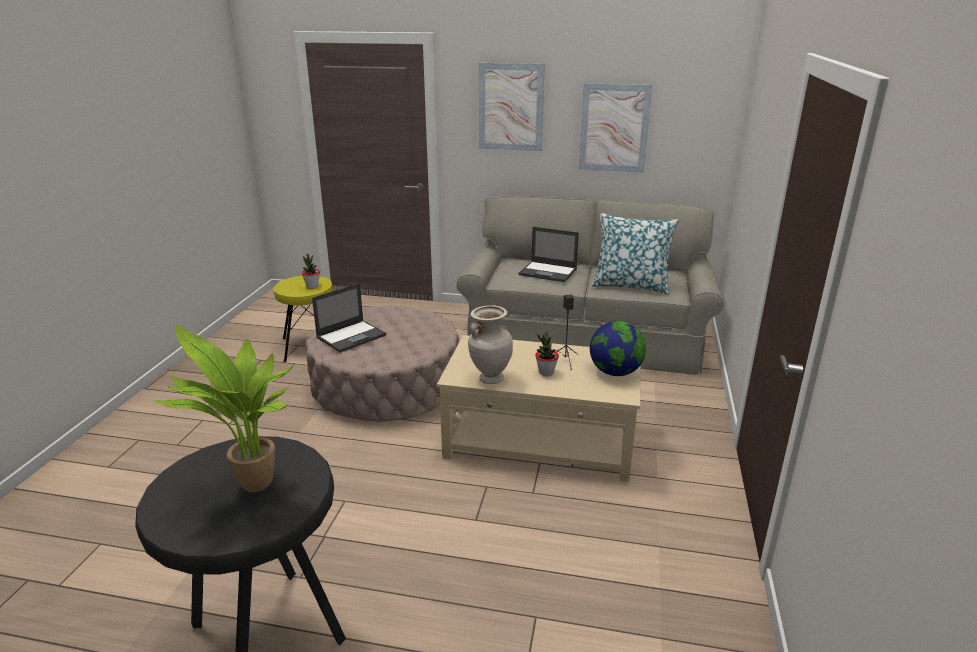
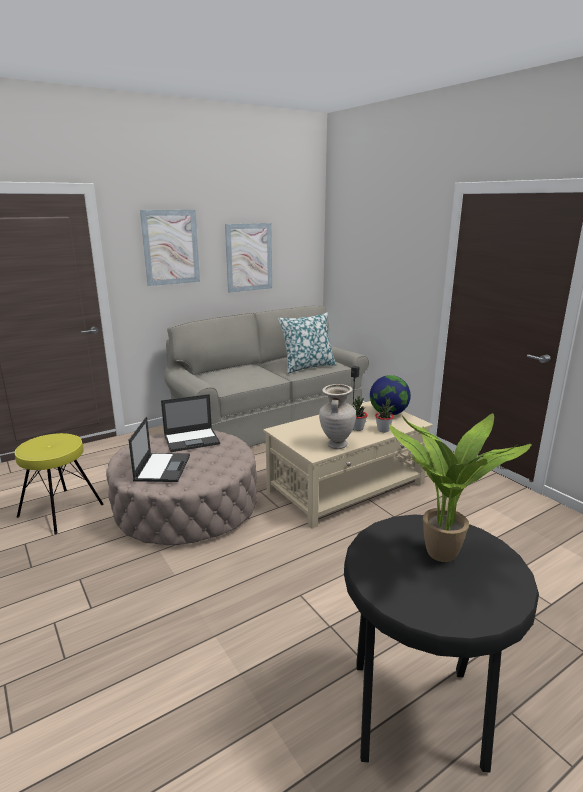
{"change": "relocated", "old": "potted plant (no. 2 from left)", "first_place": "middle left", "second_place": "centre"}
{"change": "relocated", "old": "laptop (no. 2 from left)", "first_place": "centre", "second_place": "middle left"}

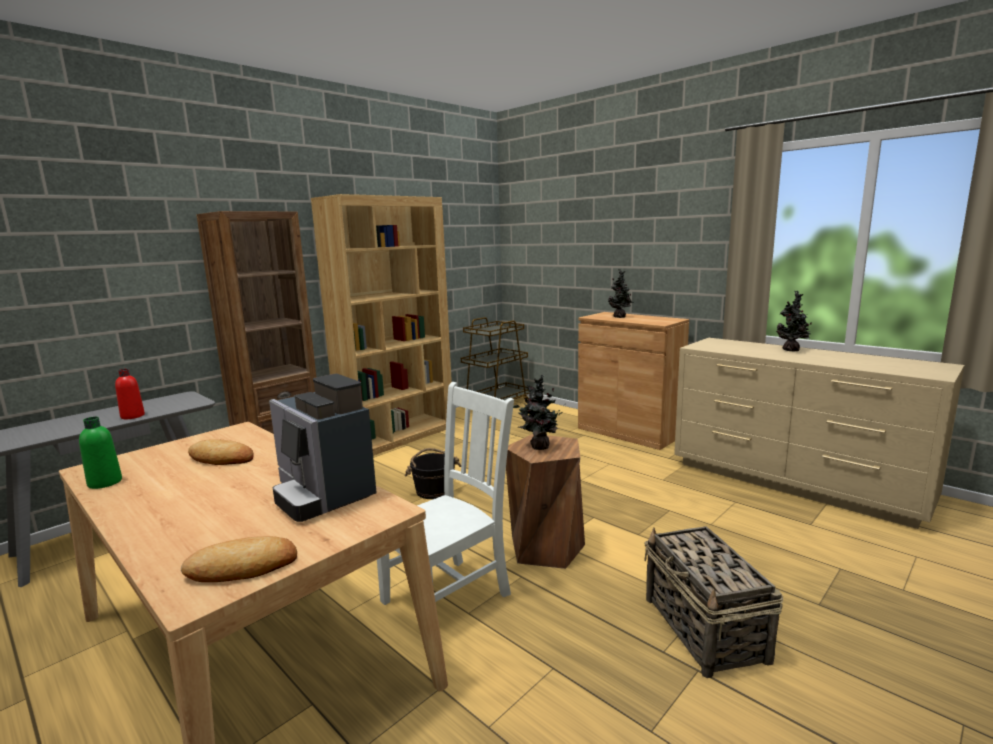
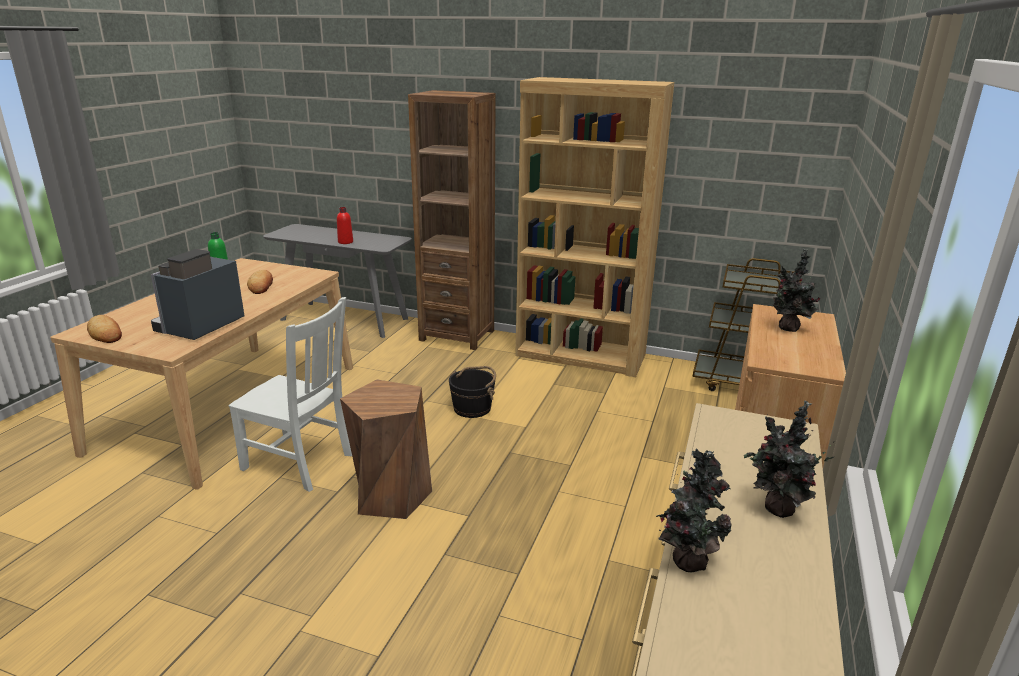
{"change": "missing", "old": "basket", "first_place": "bottom right"}
{"change": "relocated", "old": "potted plant (no. 1 from left)", "first_place": "centre", "second_place": "bottom right"}

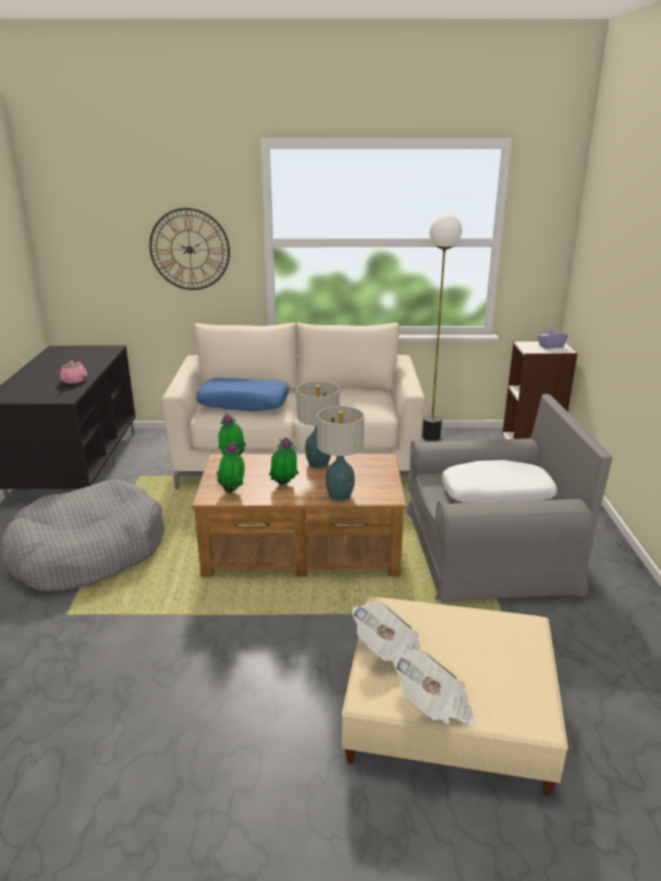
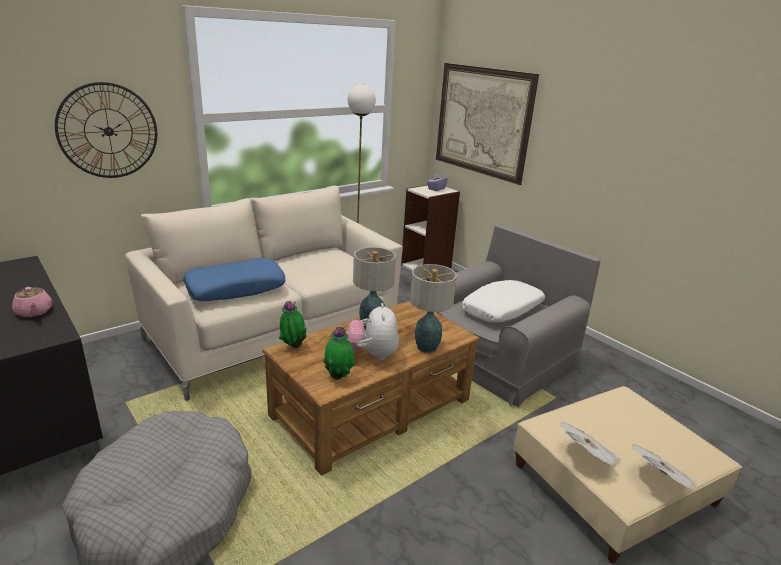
{"change": "appeared", "new": "picture", "second_place": "top centre"}
{"change": "exchanged", "old": "potted plant (no. 3 from left)", "new": "plush toy", "first_place": "centre", "second_place": "centre"}

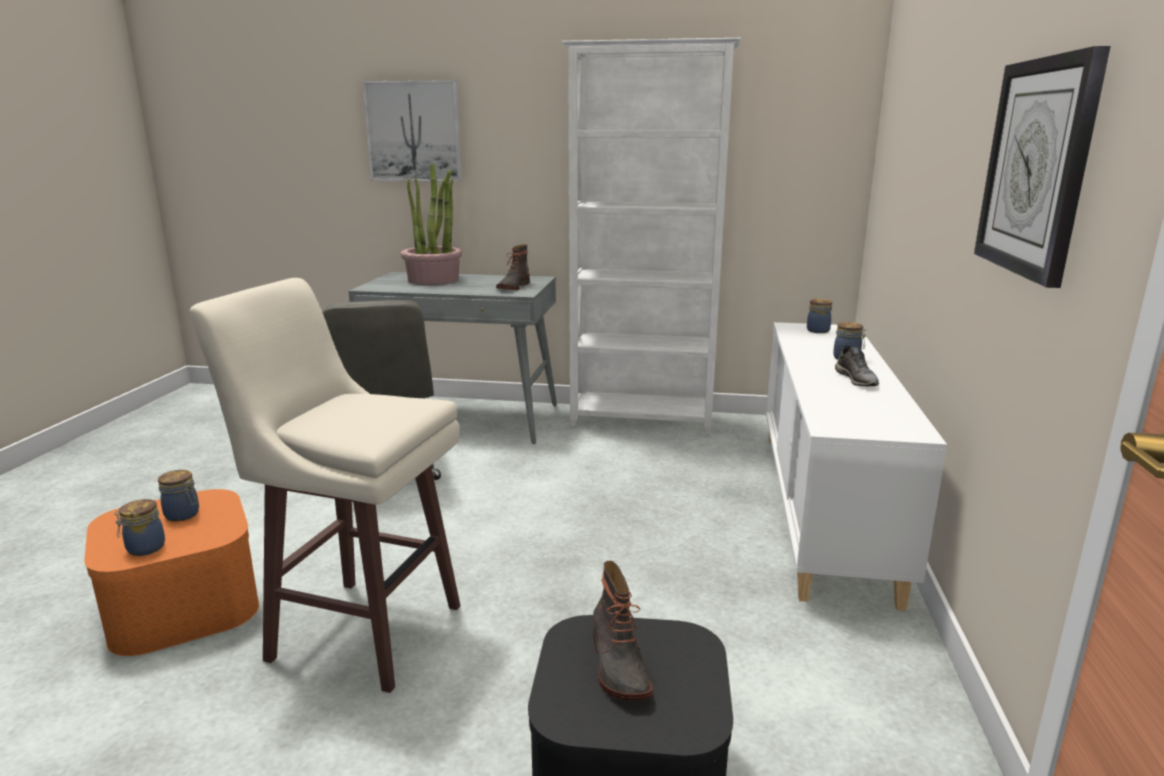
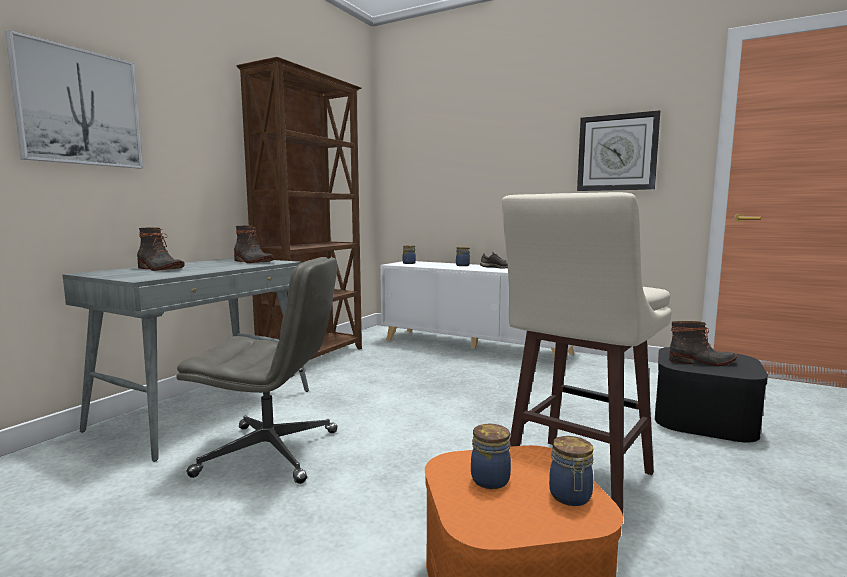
{"change": "exchanged", "old": "potted plant", "new": "boot (no. 1 from left)", "first_place": "top centre", "second_place": "middle left"}
{"change": "colour", "old": "white bookcase", "new": "brown bookcase", "first_place": "top centre", "second_place": "centre"}

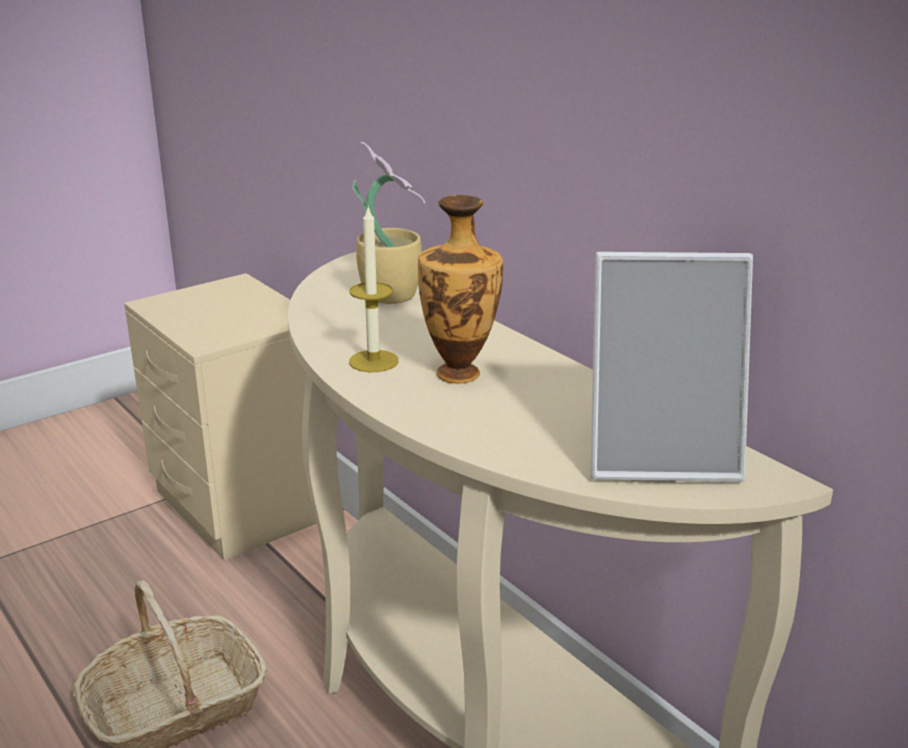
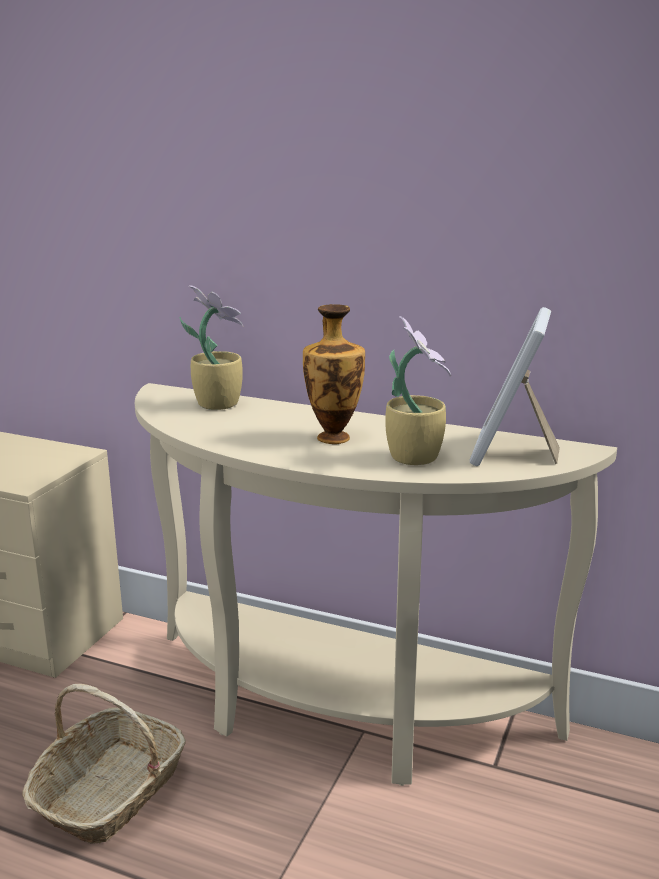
{"change": "missing", "old": "candle", "first_place": "centre"}
{"change": "appeared", "new": "potted plant (no. 2 from left)", "second_place": "centre"}
{"change": "spun", "old": "picture frame", "first_place": "middle right", "second_place": "middle right", "degrees": 135}

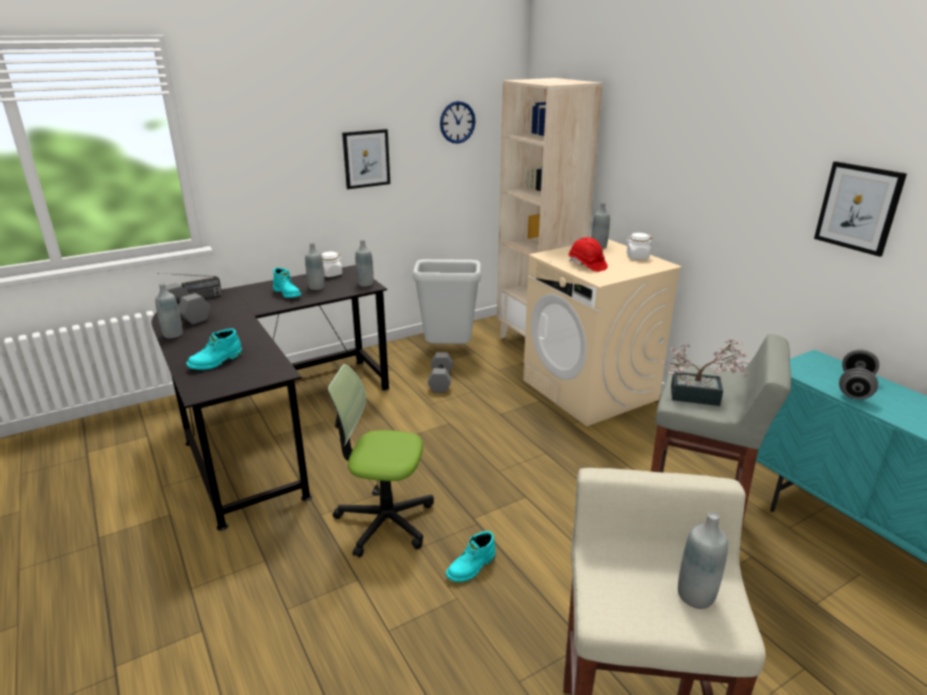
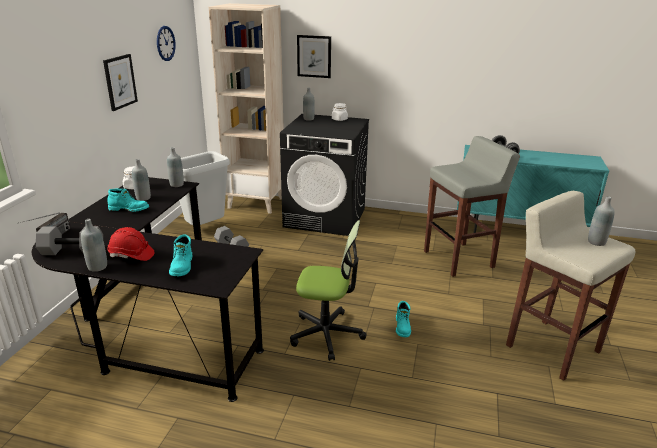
{"change": "missing", "old": "potted plant", "first_place": "middle right"}
{"change": "relocated", "old": "red hard hat", "first_place": "centre", "second_place": "middle left"}
{"change": "relocated", "old": "picture (no. 2 from left)", "first_place": "top right", "second_place": "top centre"}
{"change": "colour", "old": "beige washing machine", "new": "black washing machine", "first_place": "centre", "second_place": "centre"}
{"change": "spun", "old": "office chair", "first_place": "centre", "second_place": "centre", "degrees": -135}

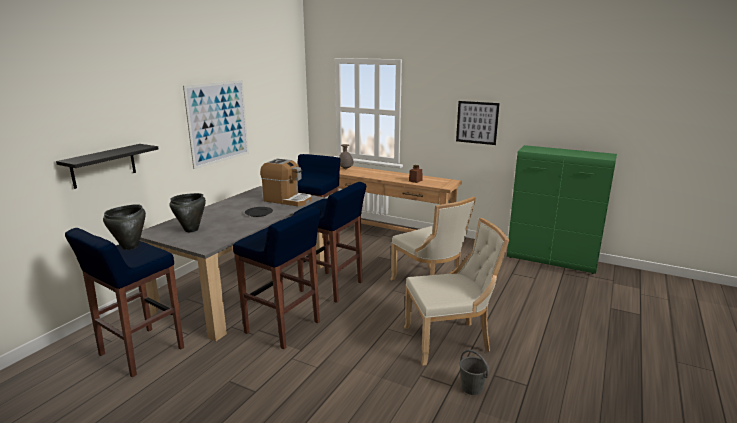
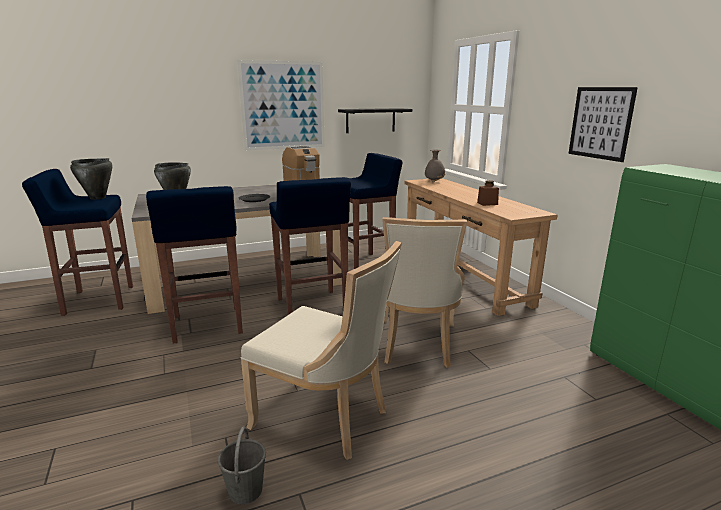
{"change": "relocated", "old": "black shelf", "first_place": "middle left", "second_place": "top centre"}

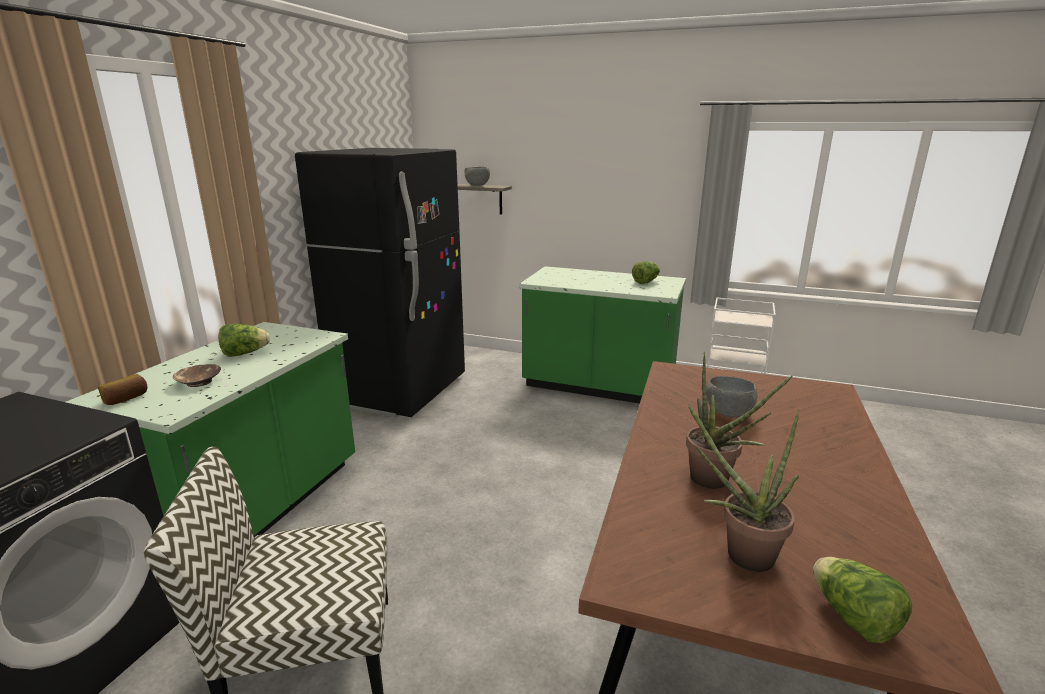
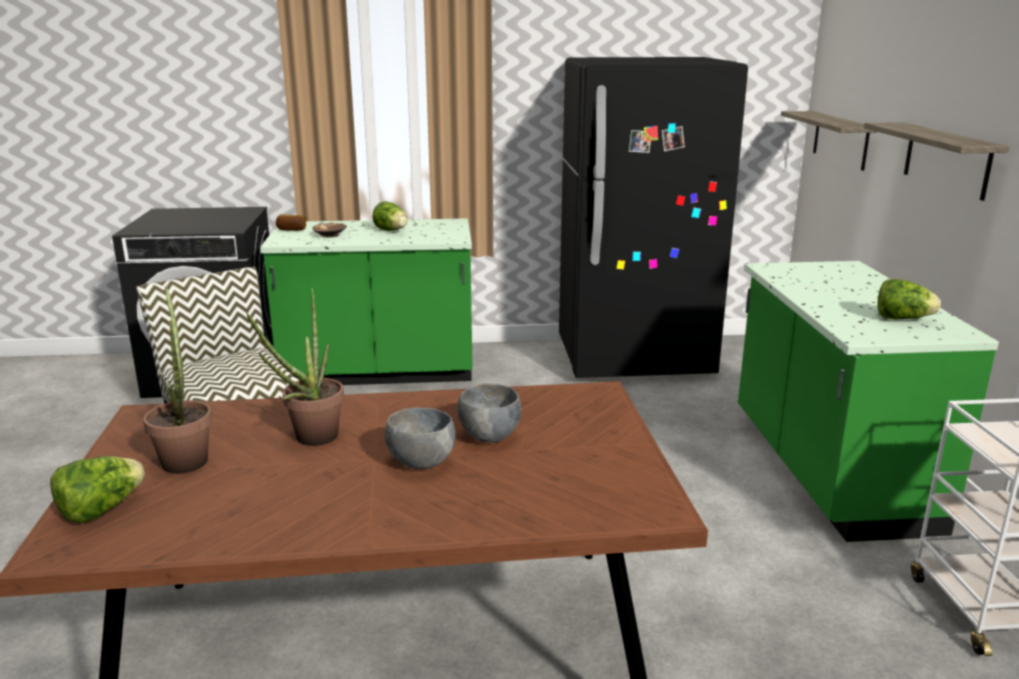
{"change": "appeared", "new": "shelf (no. 2 from left)", "second_place": "top right"}
{"change": "relocated", "old": "grey bowl (no. 1 from left)", "first_place": "top centre", "second_place": "centre"}

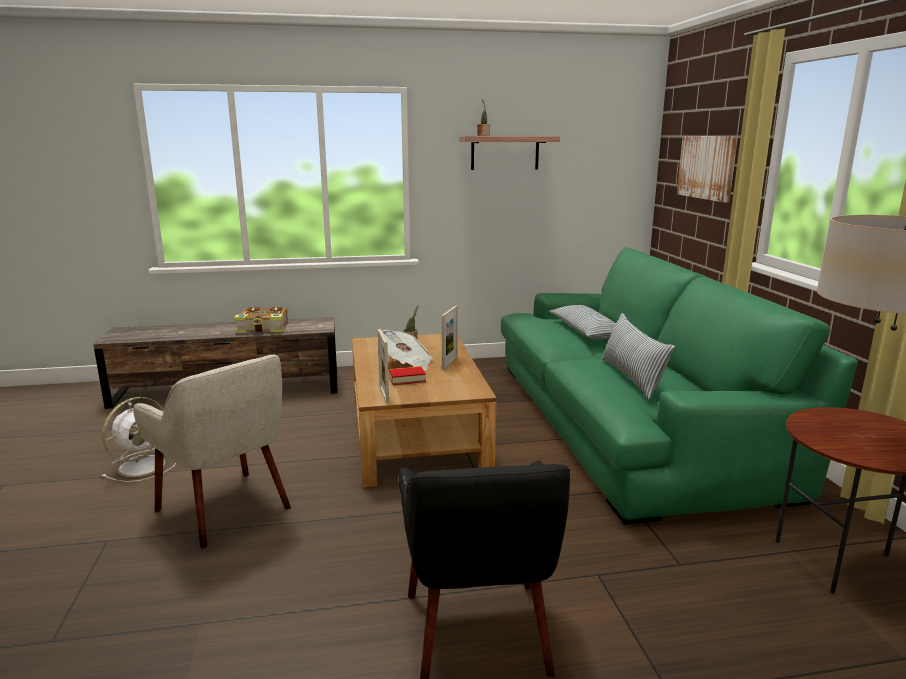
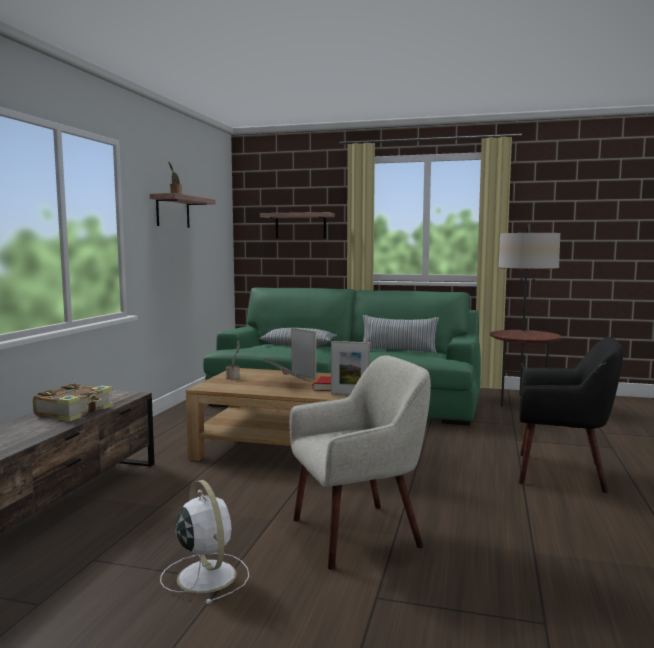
{"change": "exchanged", "old": "picture", "new": "shelf (no. 2 from left)", "first_place": "top right", "second_place": "centre"}

